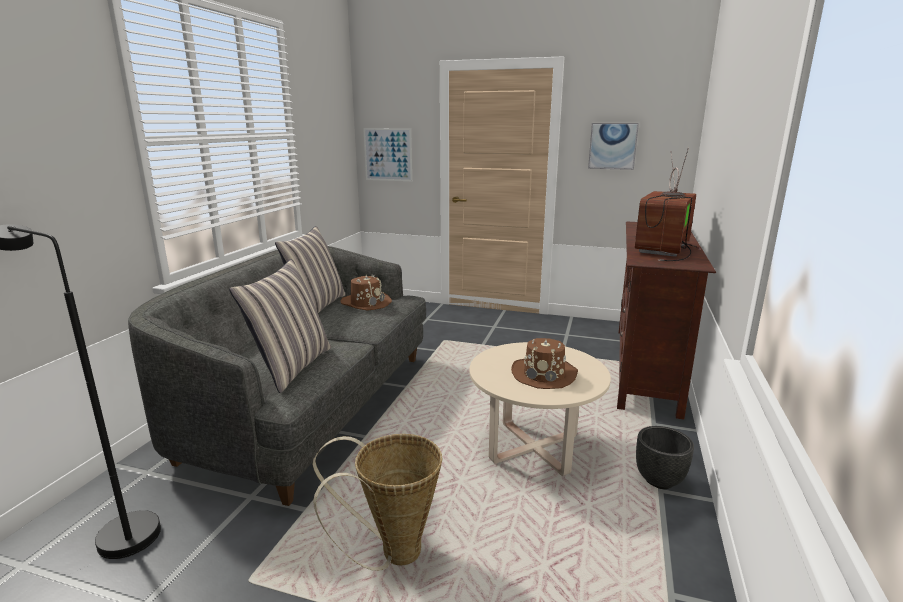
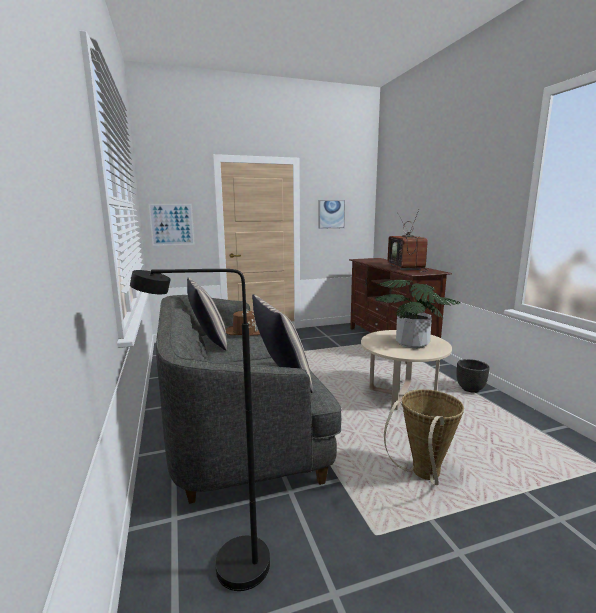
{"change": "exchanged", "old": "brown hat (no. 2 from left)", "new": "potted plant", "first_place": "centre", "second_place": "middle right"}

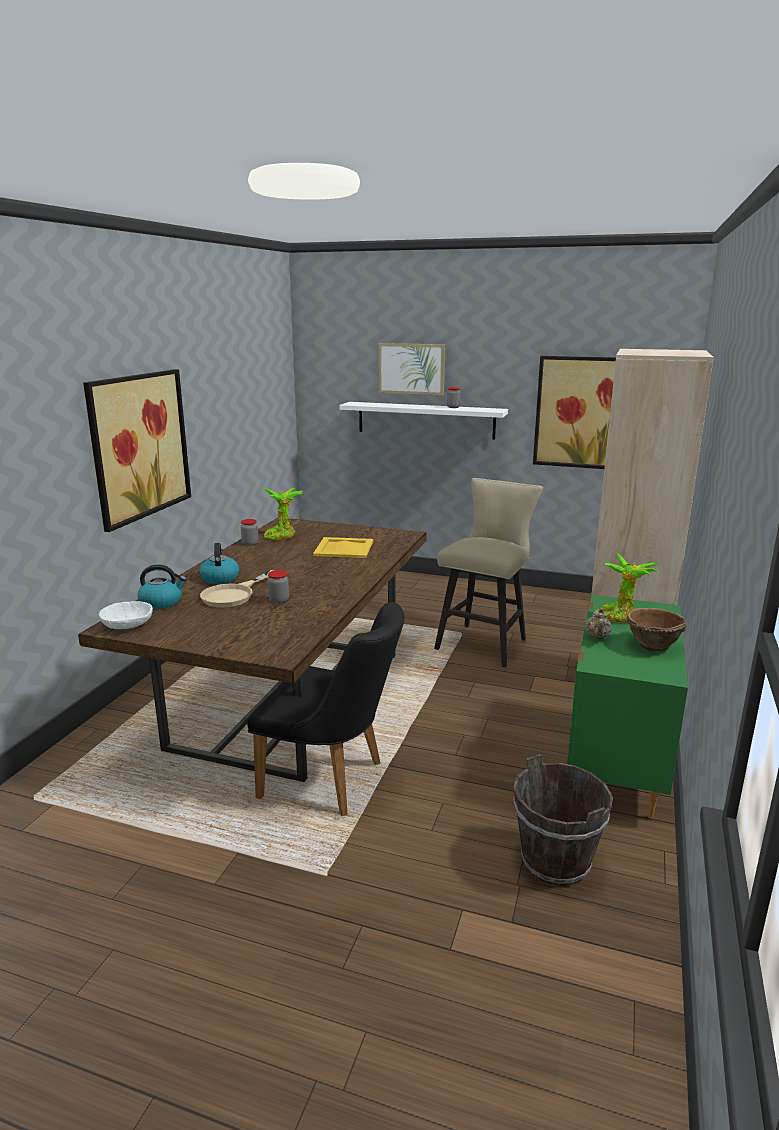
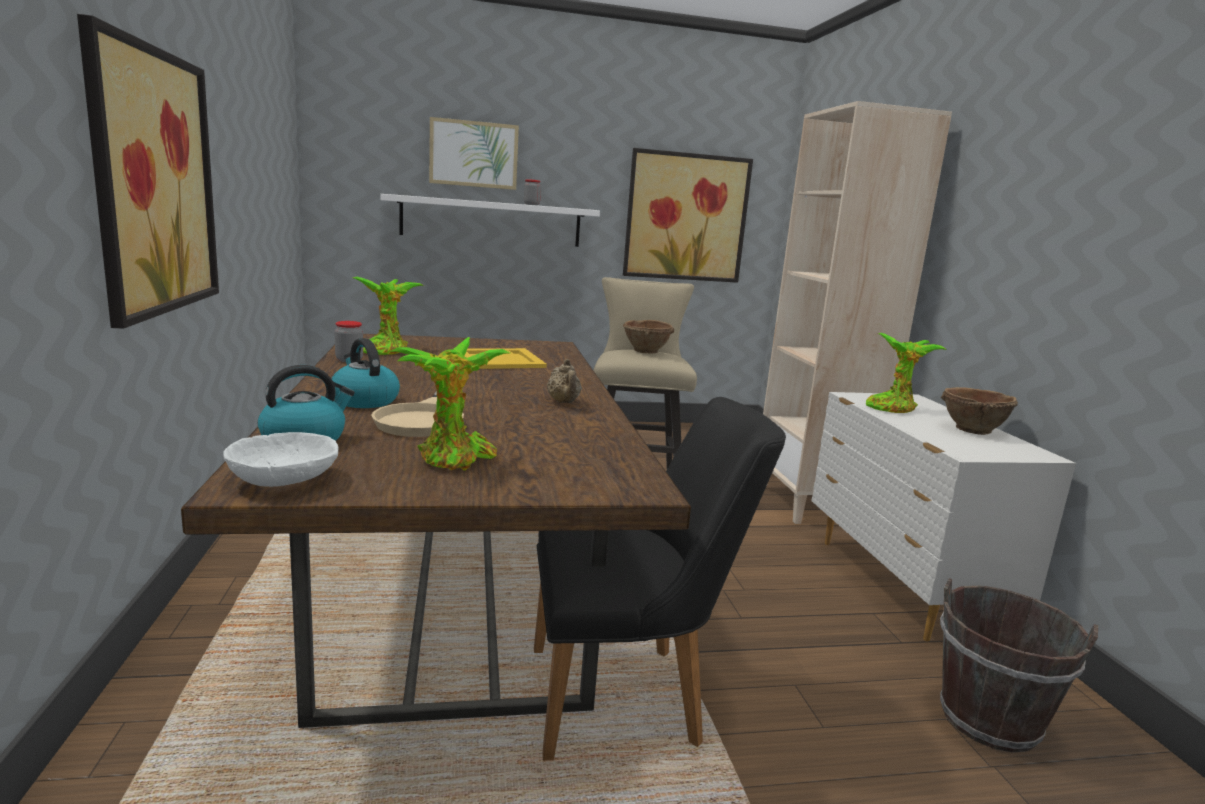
{"change": "missing", "old": "jar (no. 2 from left)", "first_place": "centre"}
{"change": "appeared", "new": "potted plant (no. 2 from left)", "second_place": "centre"}
{"change": "appeared", "new": "brown bowl (no. 1 from left)", "second_place": "centre"}
{"change": "relocated", "old": "beige teapot", "first_place": "middle right", "second_place": "centre"}
{"change": "colour", "old": "green dresser", "new": "white dresser", "first_place": "middle right", "second_place": "middle right"}

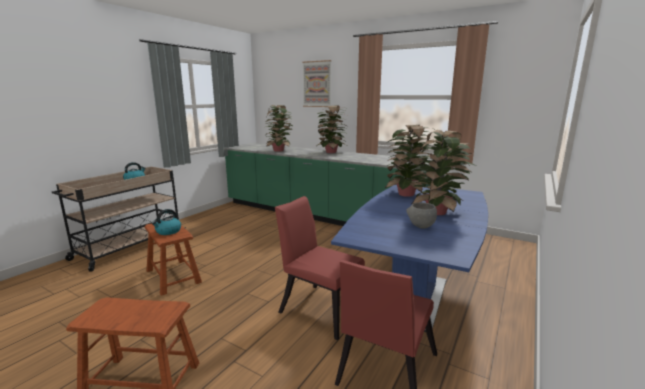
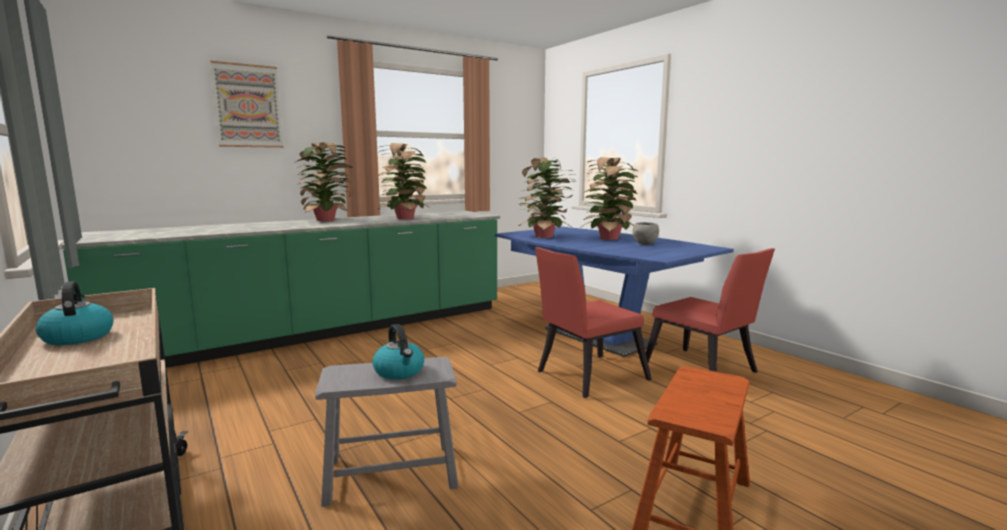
{"change": "relocated", "old": "potted plant (no. 1 from left in the first image)", "new": "potted plant (no. 2 from left)", "first_place": "top centre", "second_place": "centre"}
{"change": "colour", "old": "brown stool (no. 2 from left)", "new": "grey stool", "first_place": "middle left", "second_place": "bottom centre"}

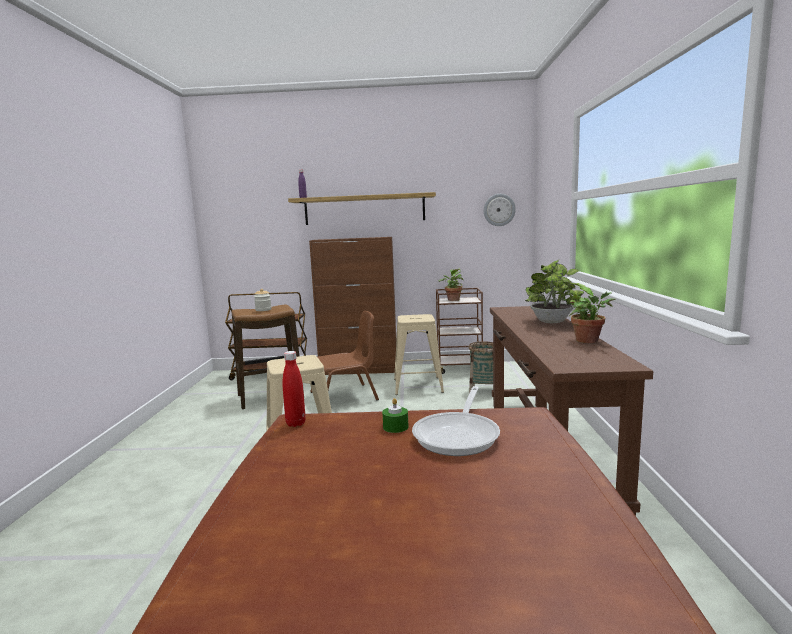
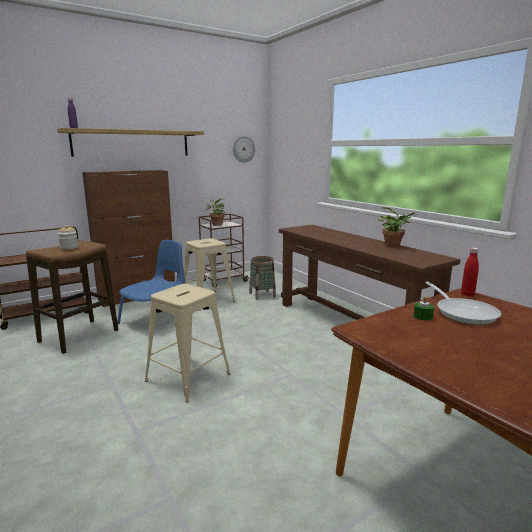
{"change": "missing", "old": "potted plant (no. 2 from left)", "first_place": "middle right"}
{"change": "relocated", "old": "red bottle", "first_place": "centre", "second_place": "middle right"}
{"change": "colour", "old": "brown chair", "new": "blue chair", "first_place": "centre", "second_place": "middle left"}

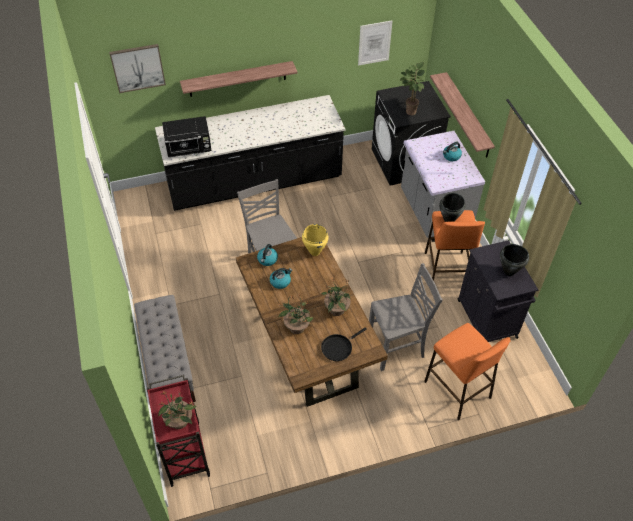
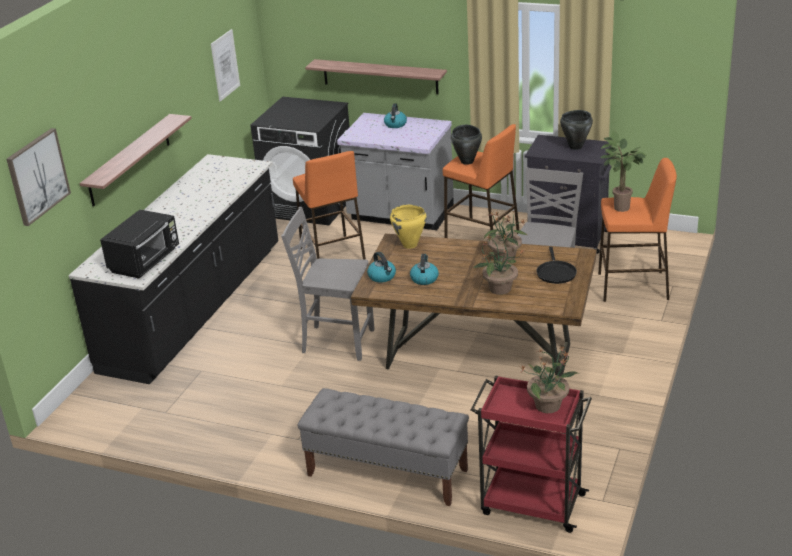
{"change": "appeared", "new": "orange stool (no. 1 from left)", "second_place": "centre"}
{"change": "relocated", "old": "potted plant (no. 4 from left)", "first_place": "top centre", "second_place": "top right"}

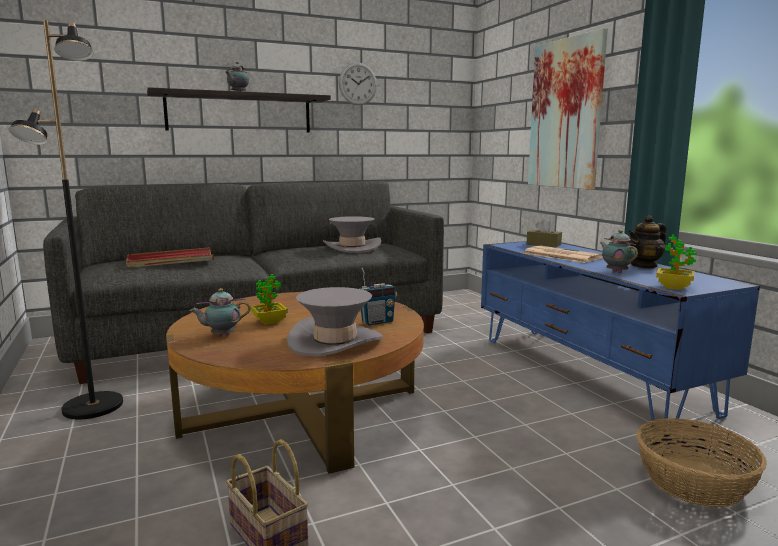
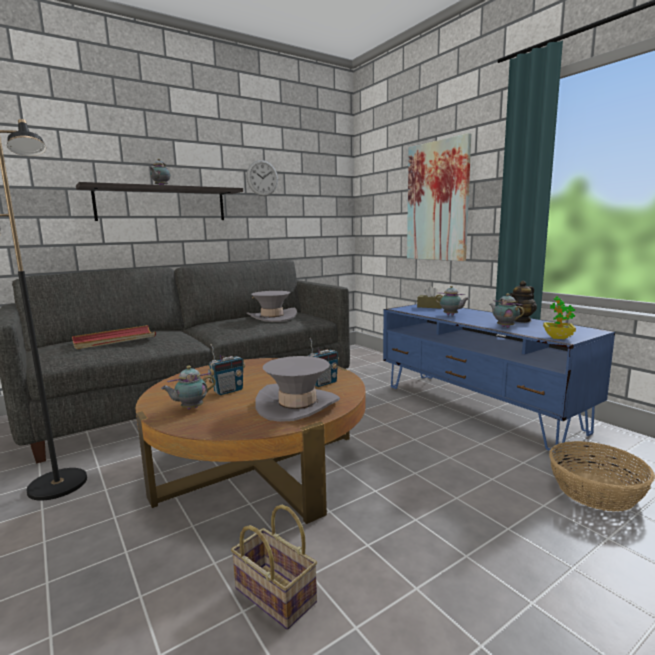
{"change": "exchanged", "old": "potted plant (no. 1 from left)", "new": "radio (no. 1 from left)", "first_place": "centre", "second_place": "centre"}
{"change": "exchanged", "old": "newspaper", "new": "teapot (no. 3 from left)", "first_place": "middle right", "second_place": "middle right"}

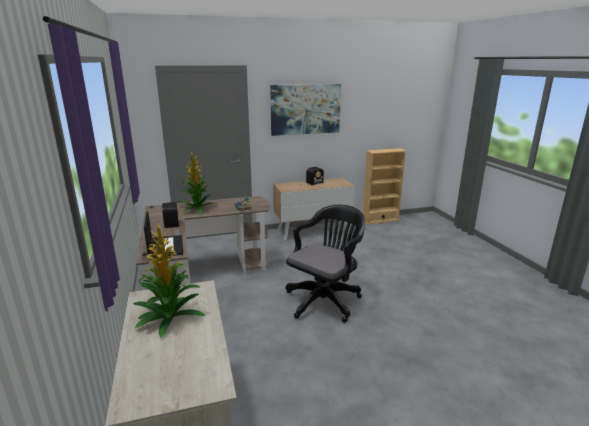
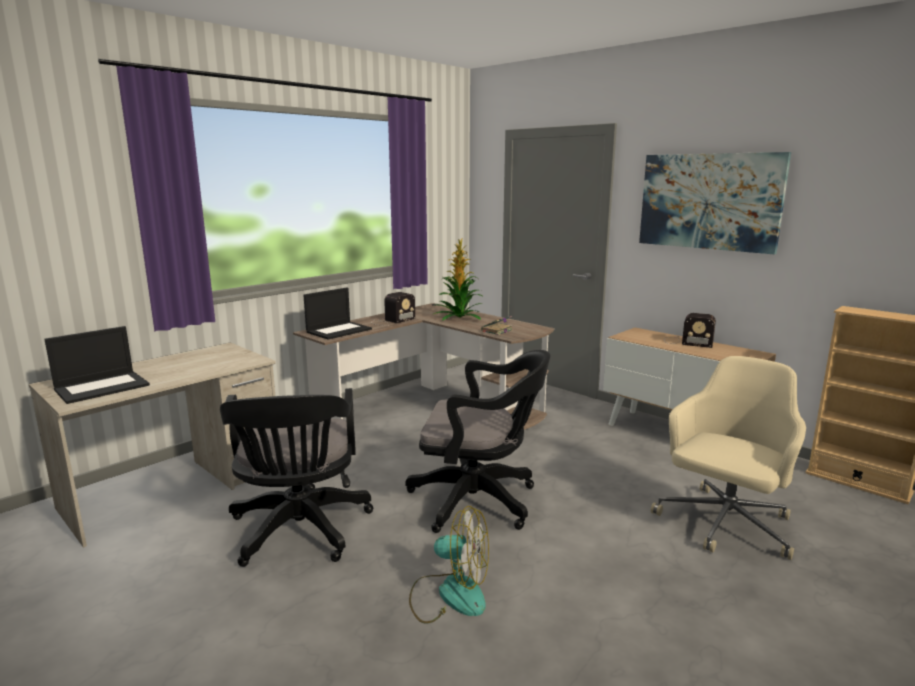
{"change": "missing", "old": "potted plant (no. 1 from left)", "first_place": "middle left"}
{"change": "appeared", "new": "laptop (no. 1 from left)", "second_place": "middle left"}
{"change": "appeared", "new": "black office chair (no. 1 from left)", "second_place": "bottom left"}
{"change": "appeared", "new": "fan", "second_place": "bottom centre"}
{"change": "appeared", "new": "beige office chair", "second_place": "bottom right"}

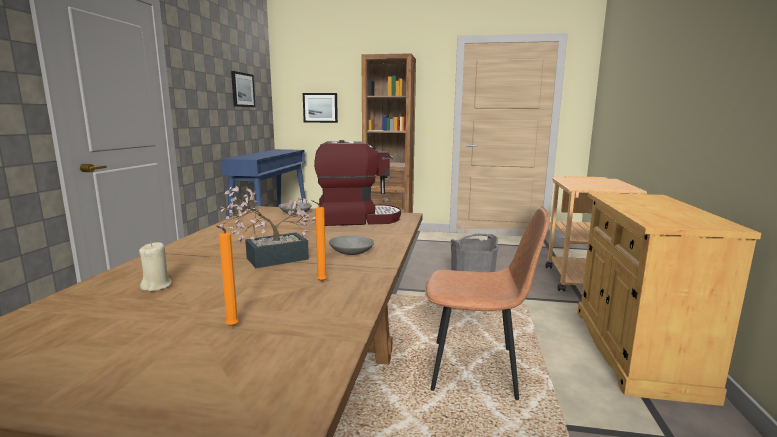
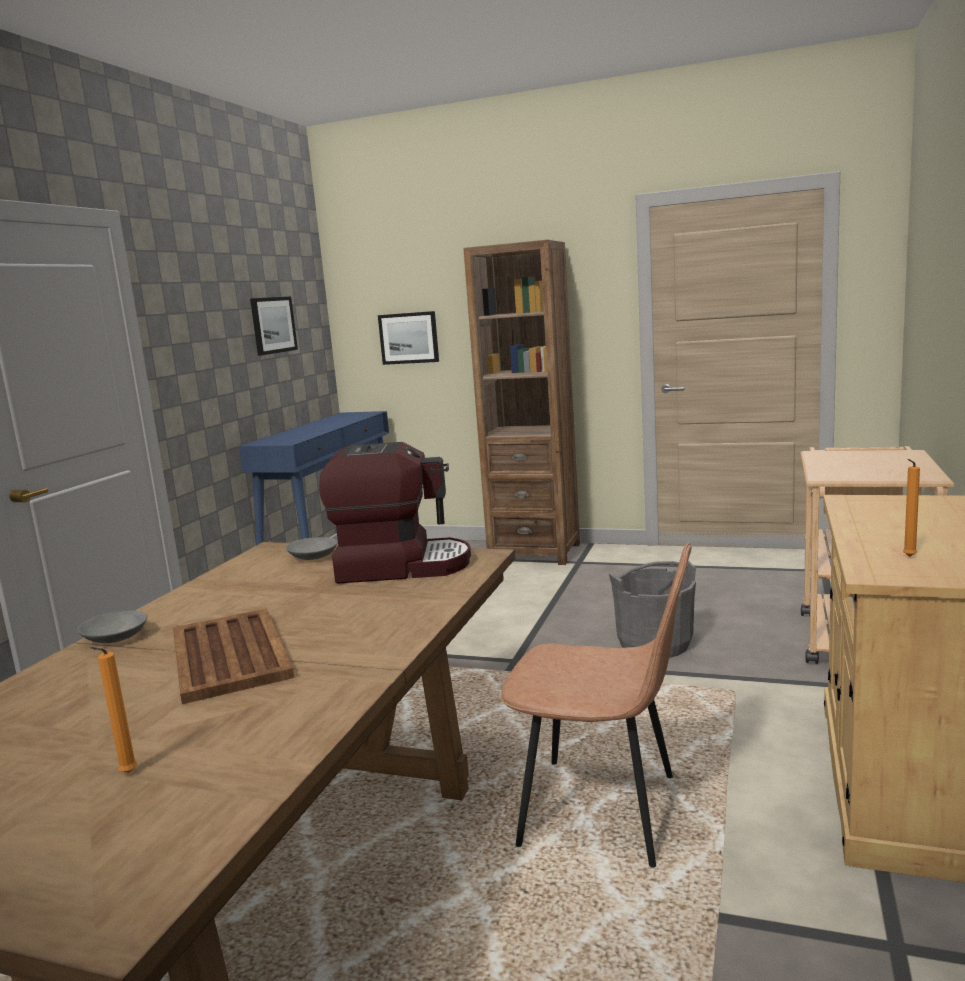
{"change": "missing", "old": "beige candle", "first_place": "middle left"}
{"change": "relocated", "old": "orange candle (no. 2 from left)", "first_place": "centre", "second_place": "middle right"}
{"change": "relocated", "old": "grey bowl (no. 2 from left in the first image)", "new": "grey bowl (no. 1 from left)", "first_place": "centre", "second_place": "middle left"}
{"change": "exchanged", "old": "potted plant", "new": "brown tray", "first_place": "centre", "second_place": "bottom left"}

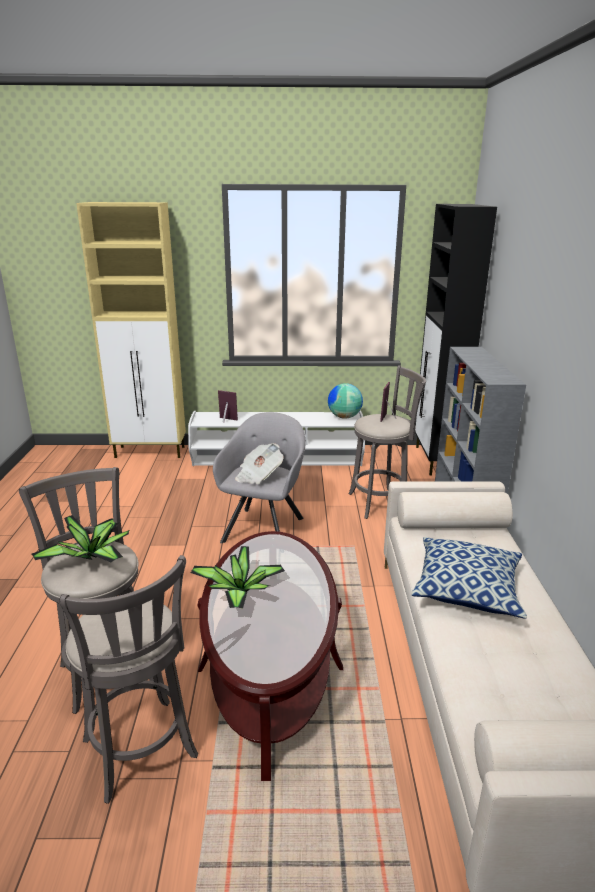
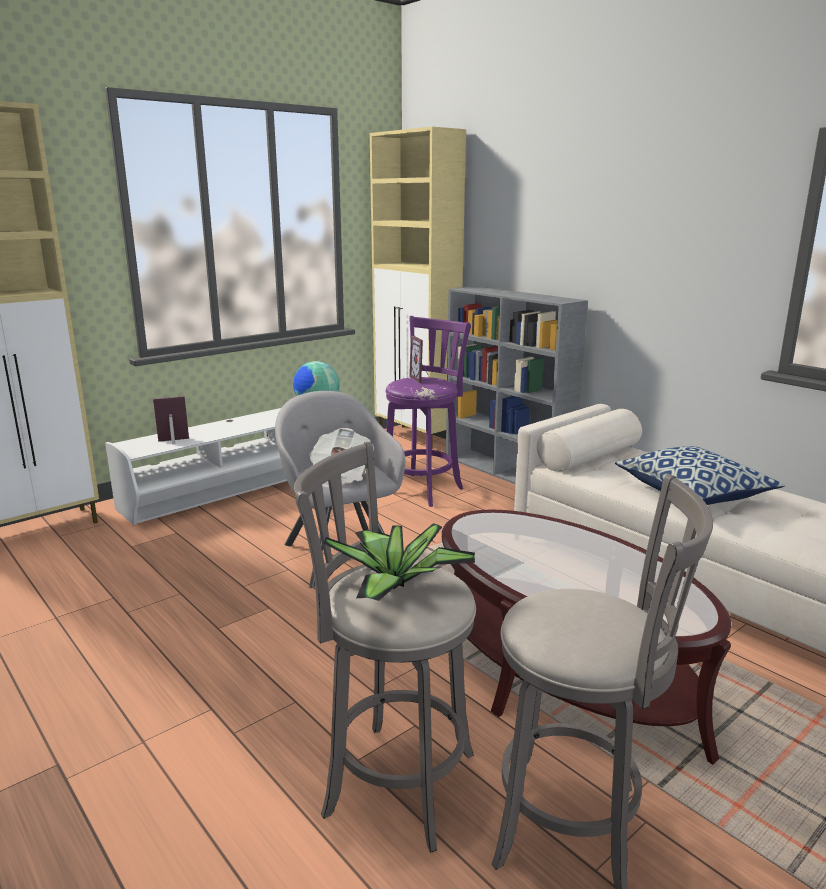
{"change": "missing", "old": "potted plant (no. 2 from left)", "first_place": "centre"}
{"change": "colour", "old": "grey stool (no. 3 from left)", "new": "purple stool", "first_place": "centre", "second_place": "centre"}
{"change": "colour", "old": "black cabinet", "new": "beige cabinet (no. 2 from left)", "first_place": "middle right", "second_place": "top centre"}

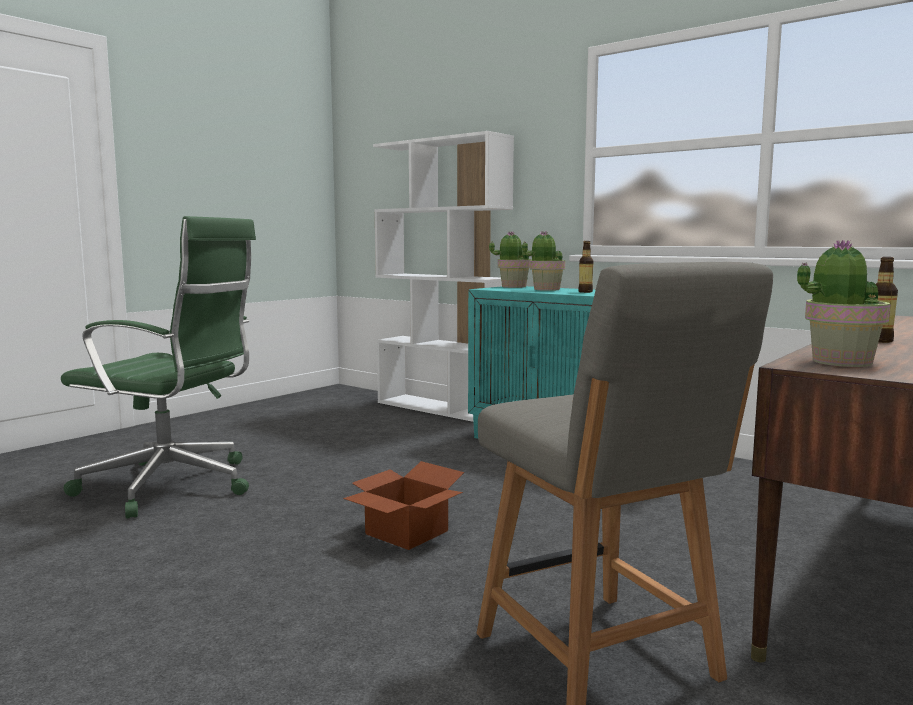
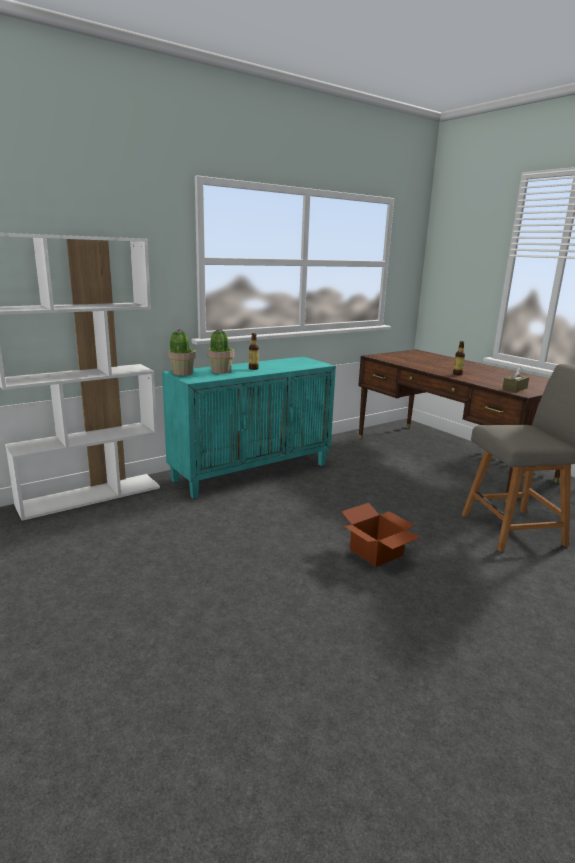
{"change": "missing", "old": "green office chair", "first_place": "middle left"}
{"change": "exchanged", "old": "potted plant (no. 3 from left)", "new": "brown tissue box", "first_place": "middle right", "second_place": "middle right"}

